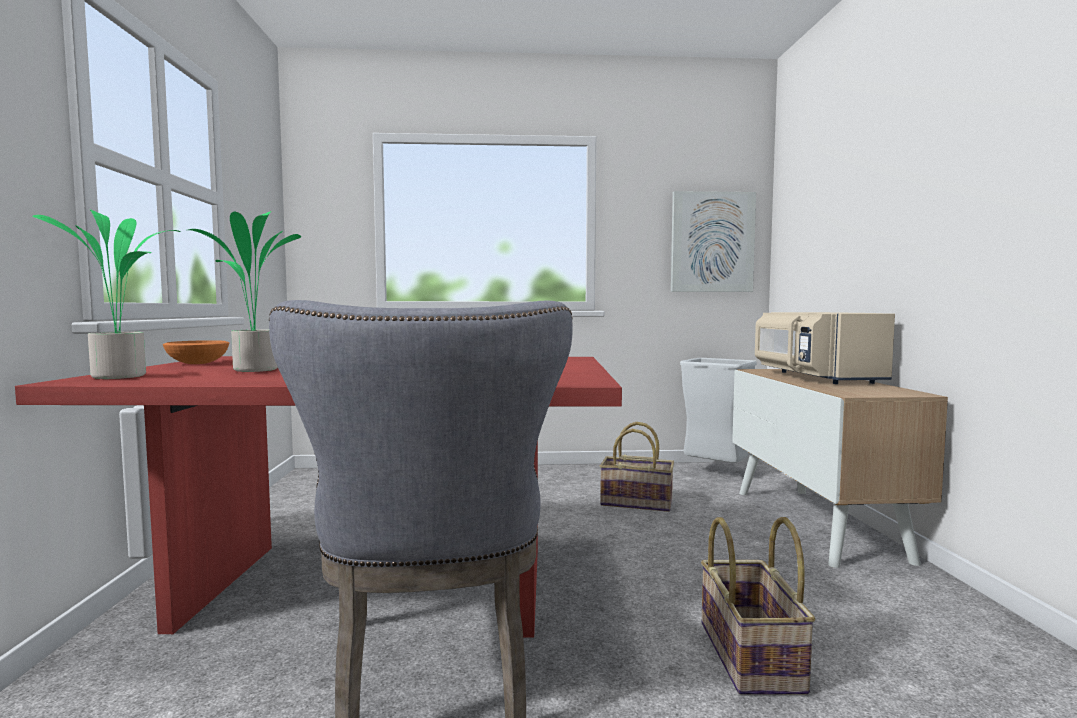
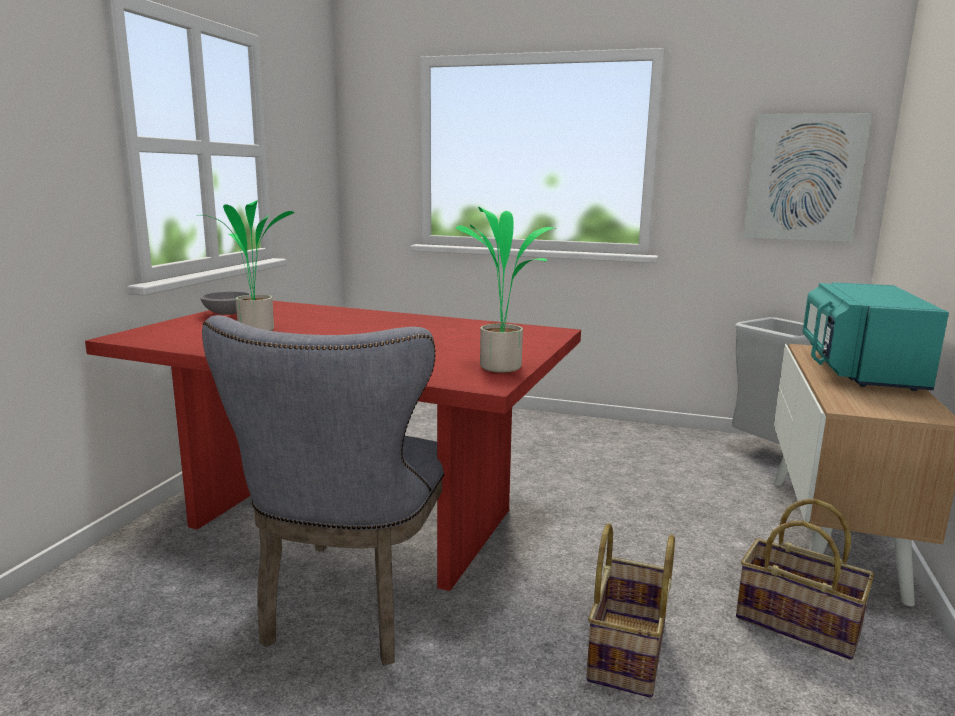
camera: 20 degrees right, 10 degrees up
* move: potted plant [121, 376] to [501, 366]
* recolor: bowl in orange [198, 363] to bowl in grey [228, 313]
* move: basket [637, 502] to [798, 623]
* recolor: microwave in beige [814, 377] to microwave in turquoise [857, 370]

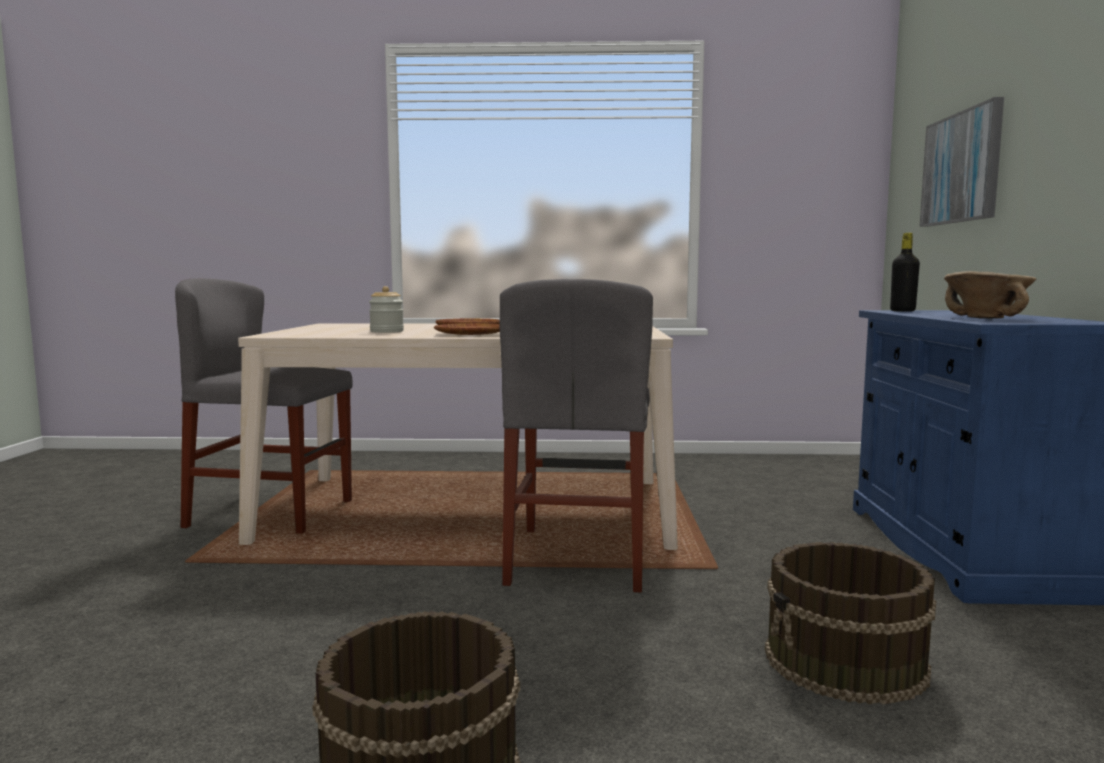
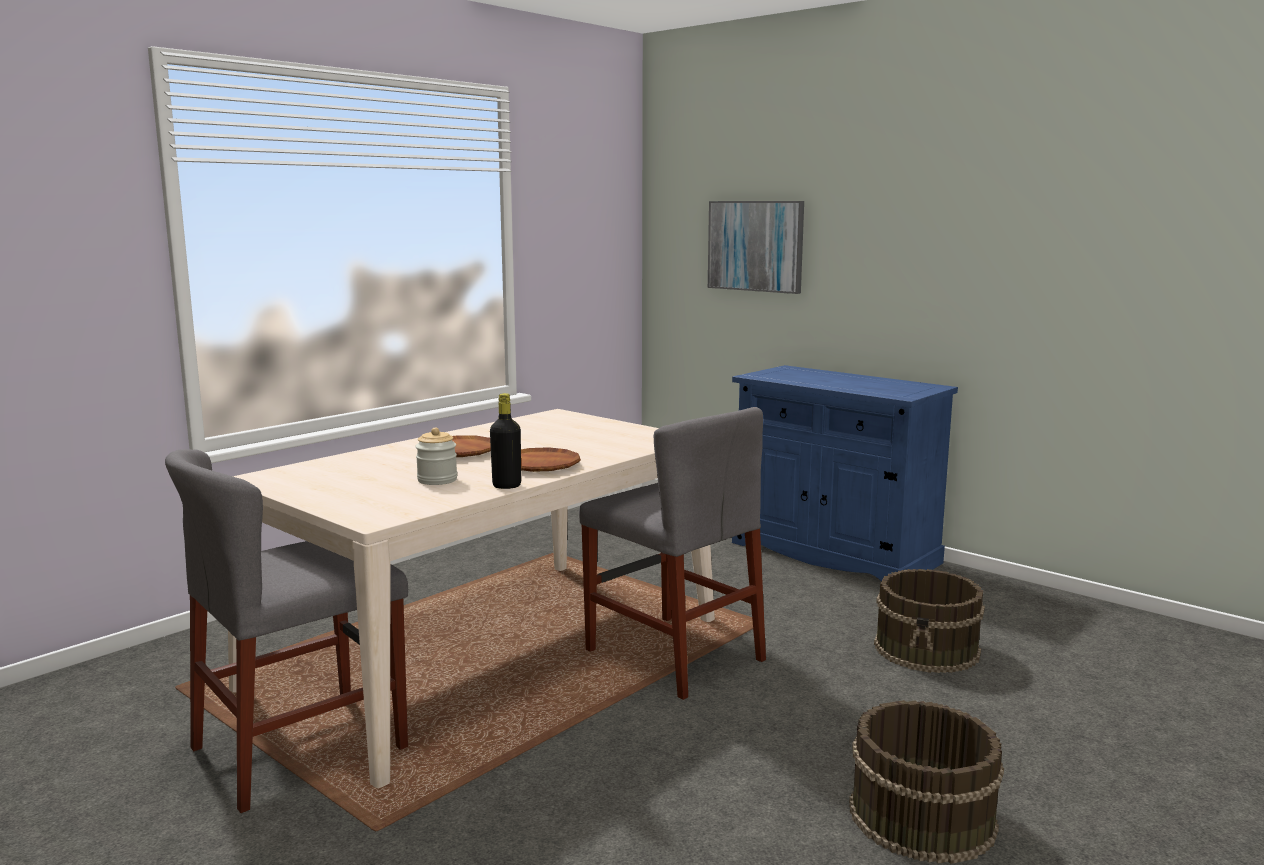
camera: 50 degrees left, 5 degrees up
* move: bottle in black [902, 311] to [506, 486]
* delete: bowl in beige [986, 318]

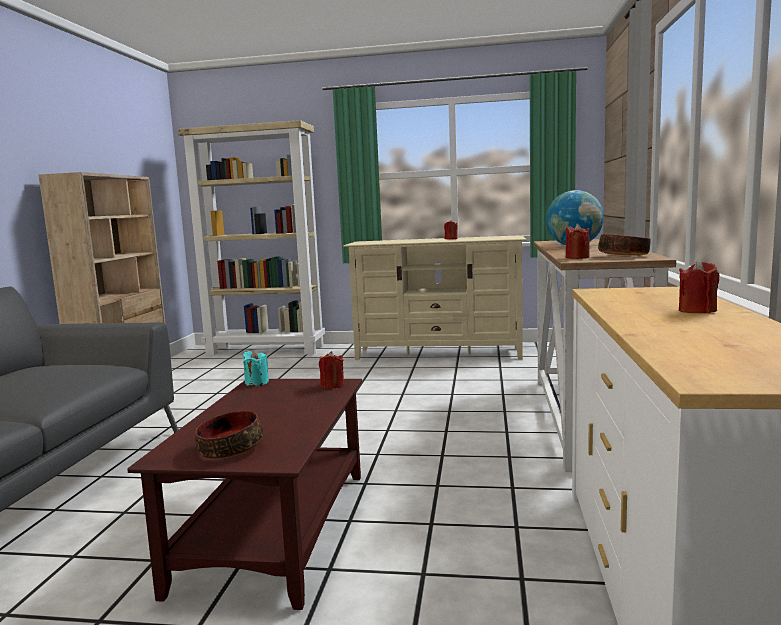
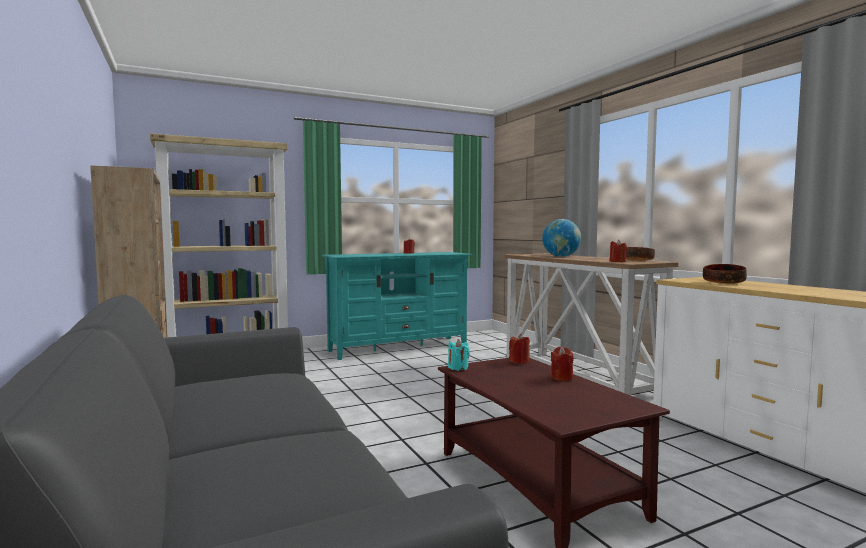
camera: 35 degrees left, 5 degrees down
* move: bowl [230, 448] to [723, 282]
* recolor: tv stand in beige [439, 353] to tv stand in turquoise [398, 348]
* move: candle in red [697, 310] to [561, 378]

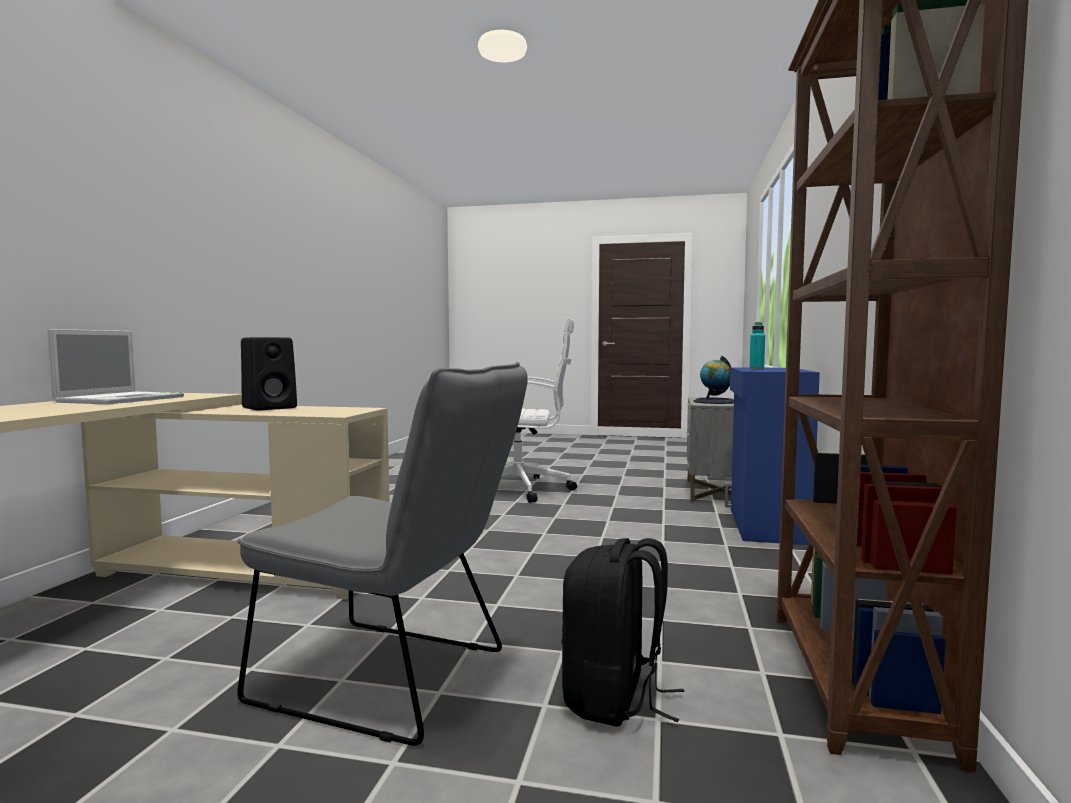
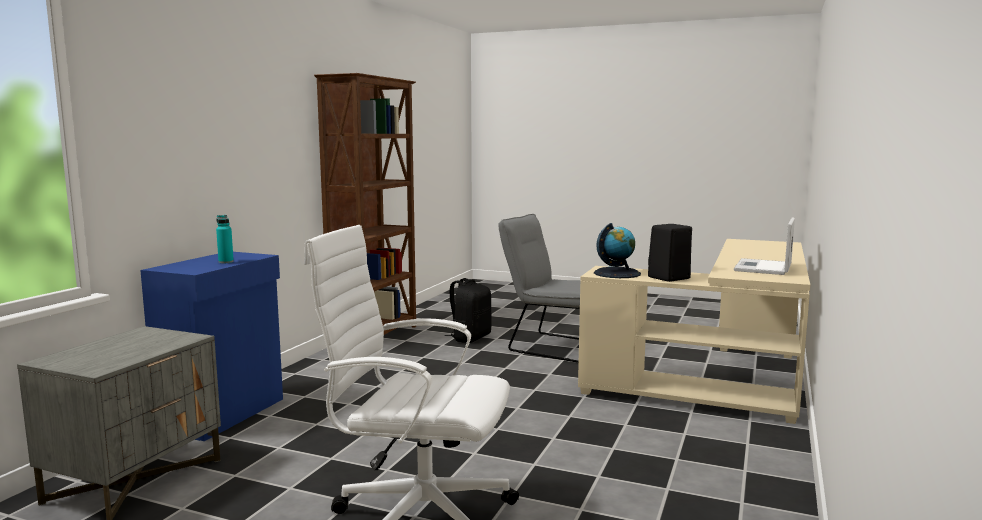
camera: 170 degrees left, 5 degrees up
* move: globe [715, 402] to [617, 273]

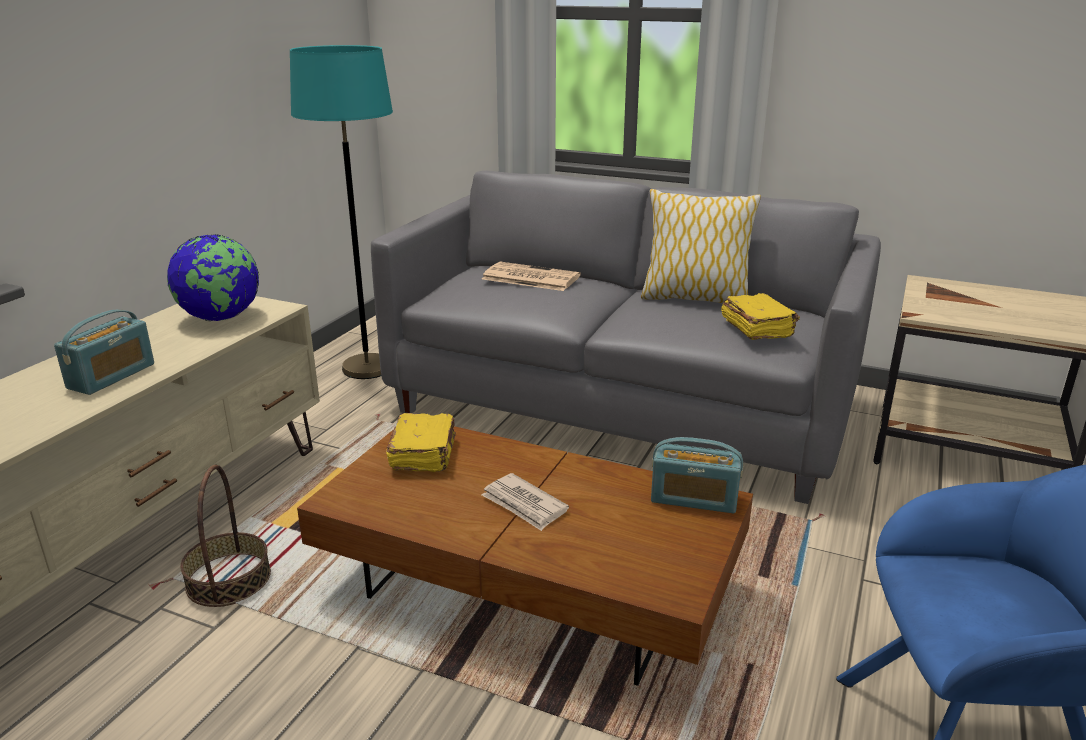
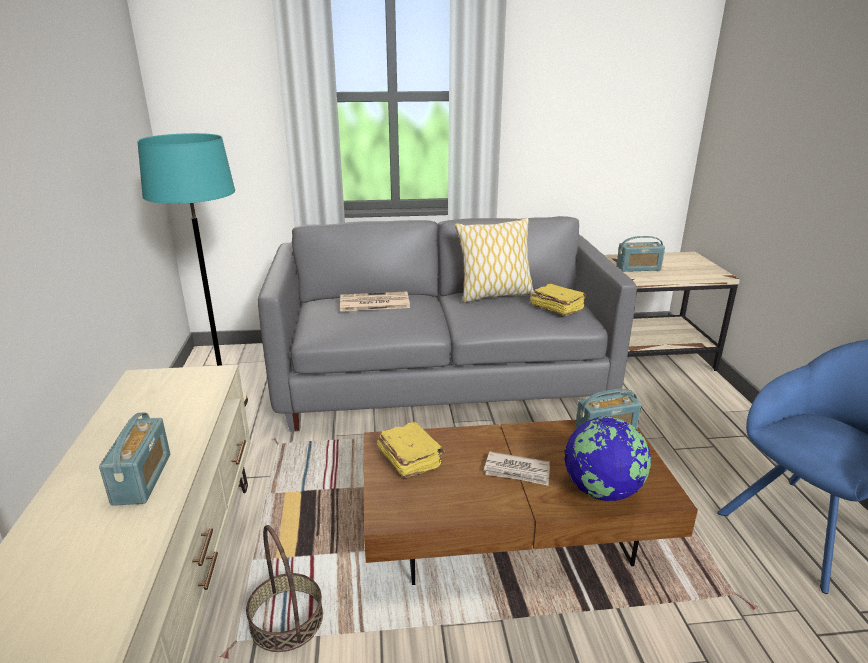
camera: 30 degrees left, 0 degrees up
* move: globe [221, 318] to [602, 491]
* insert: radio [638, 268]

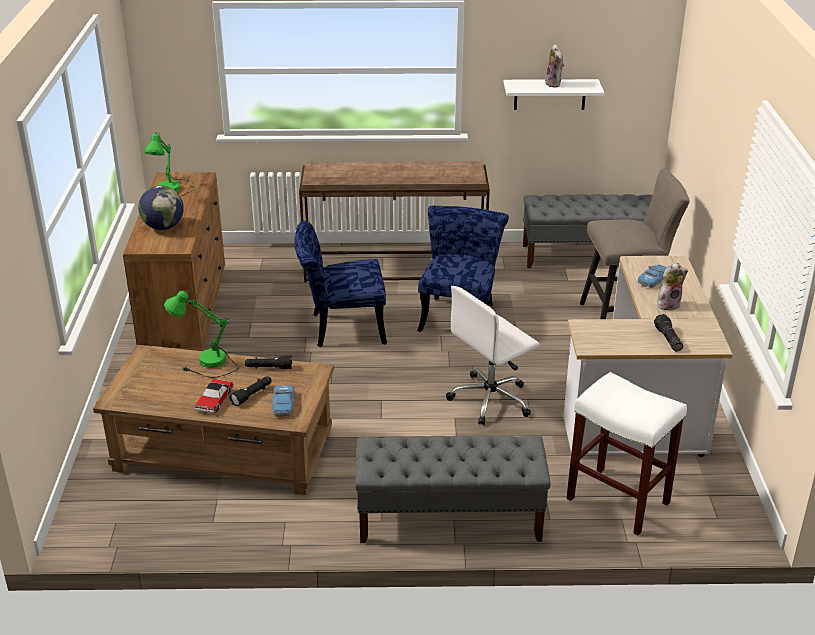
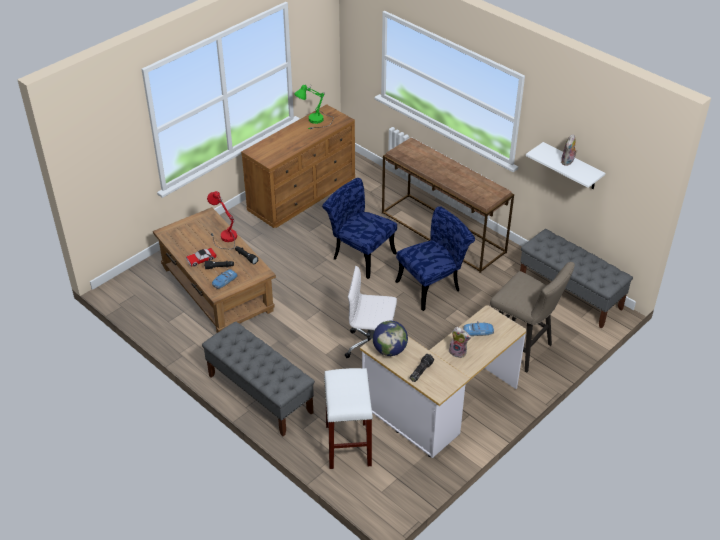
camera: 45 degrees right, 10 degrees up
* move: globe [163, 227] to [389, 350]
* recolor: table lamp in green [206, 365] to table lamp in red [223, 237]

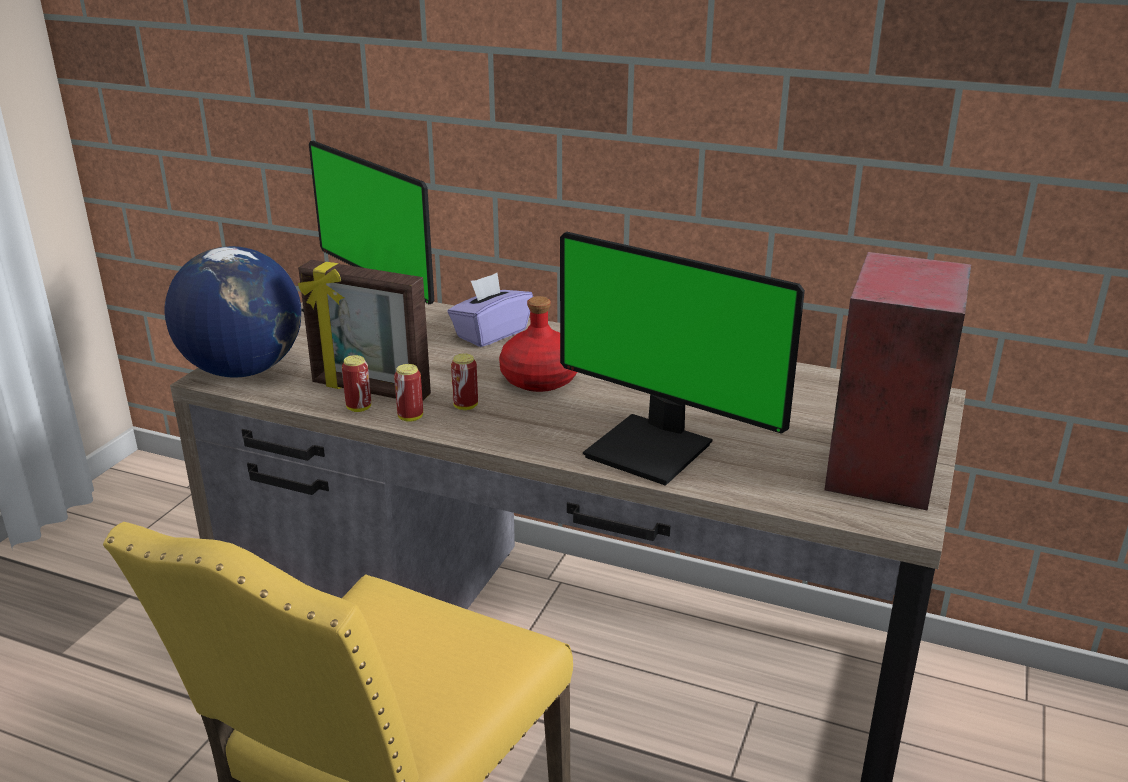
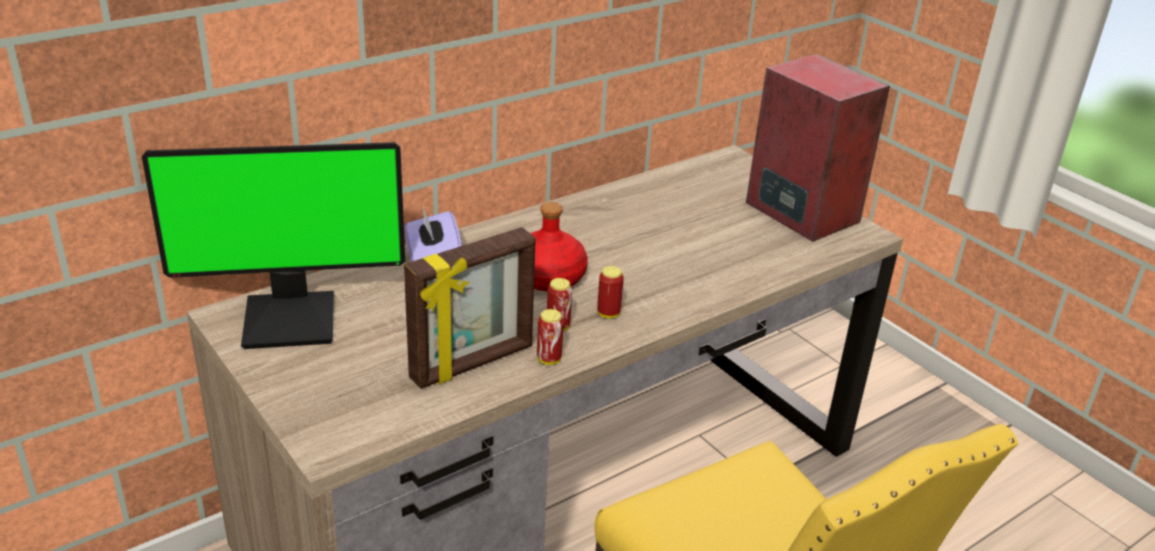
camera: 60 degrees left, 5 degrees up
* delete: globe [243, 370]
* move: can [359, 408] to [608, 314]
* delete: monitor [653, 449]

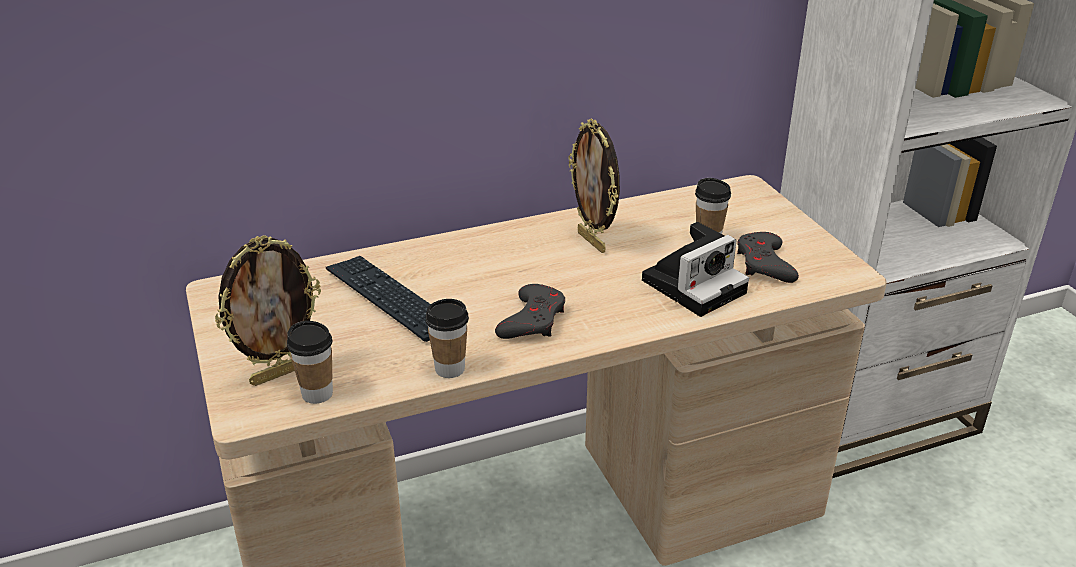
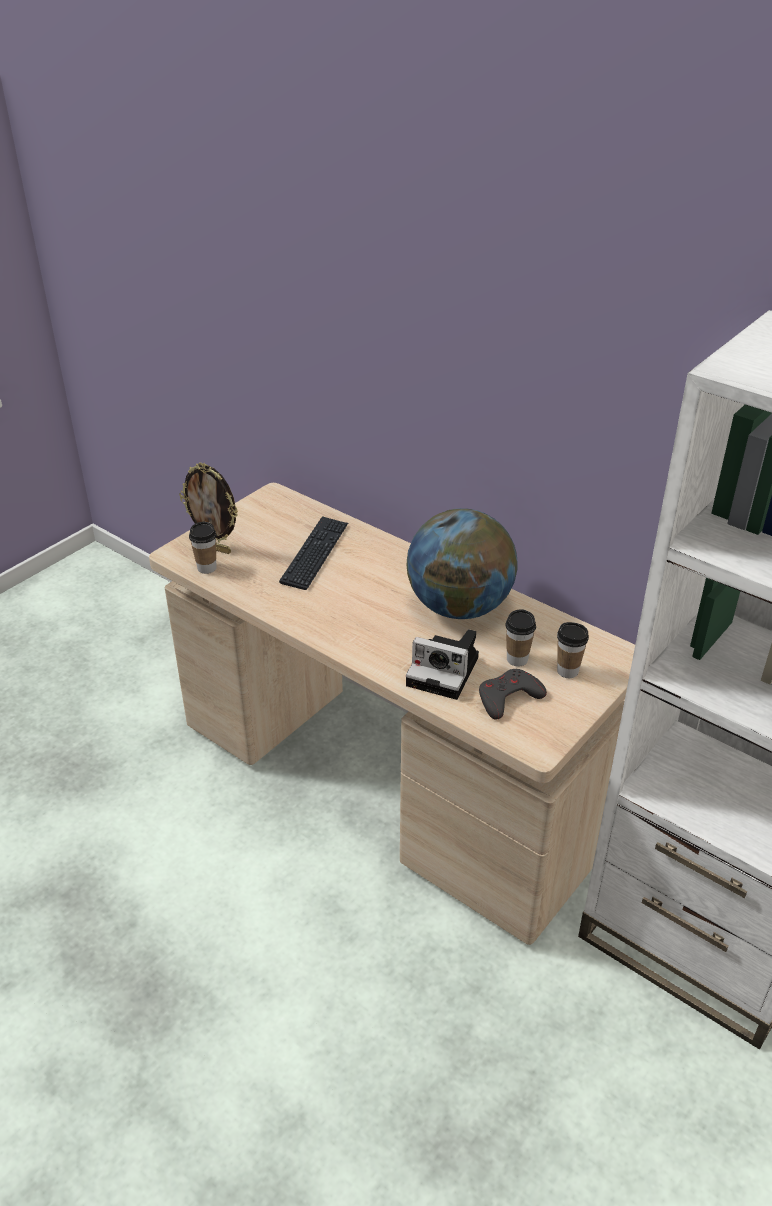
camera: 60 degrees right, 5 degrees up
* move: cup [450, 369] to [567, 671]
* delete: game controller in grey [532, 320]
* replace: picture frame [593, 242] to globe [459, 607]

